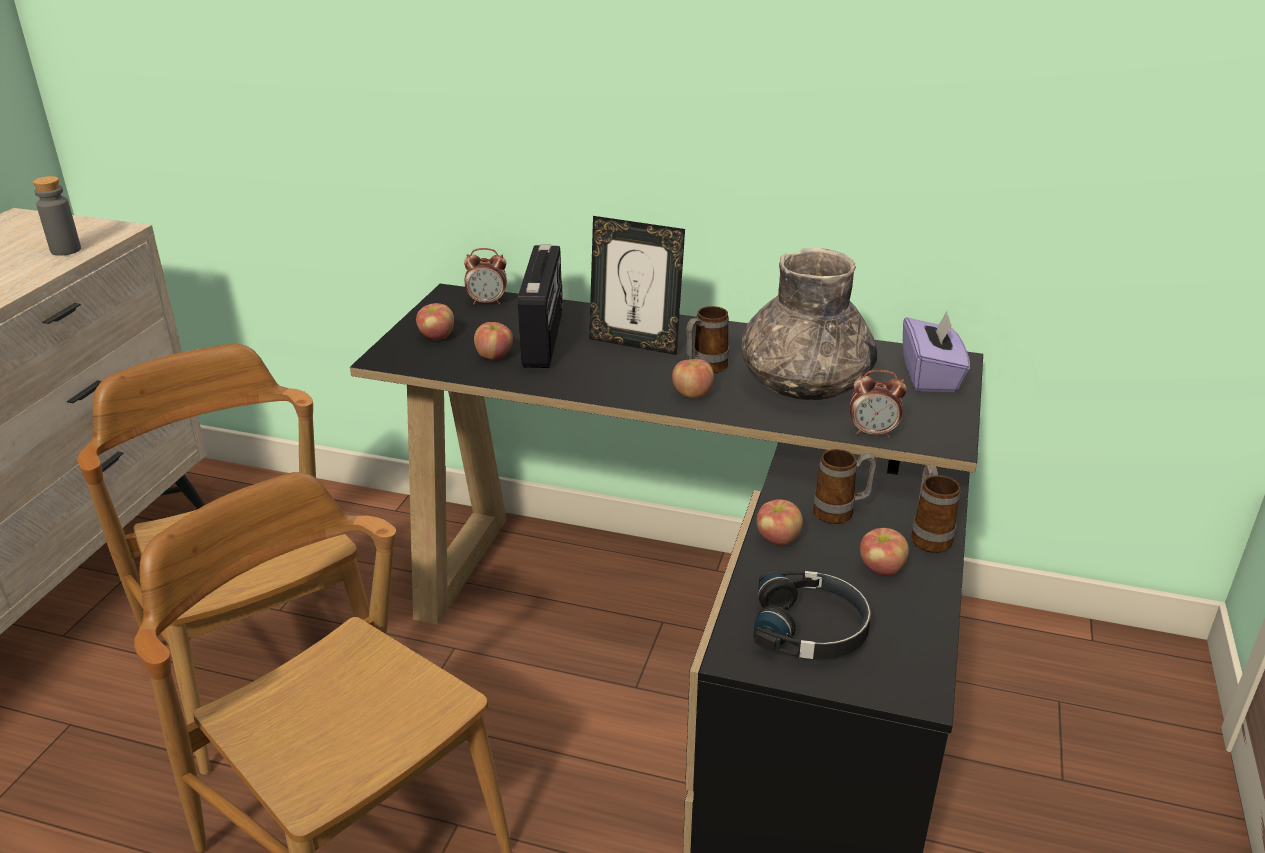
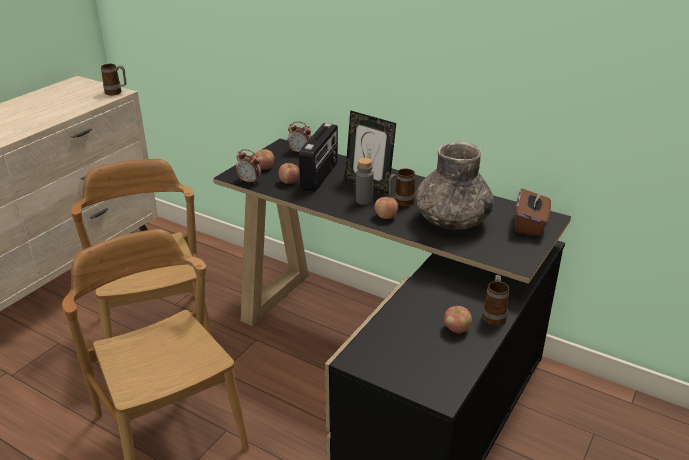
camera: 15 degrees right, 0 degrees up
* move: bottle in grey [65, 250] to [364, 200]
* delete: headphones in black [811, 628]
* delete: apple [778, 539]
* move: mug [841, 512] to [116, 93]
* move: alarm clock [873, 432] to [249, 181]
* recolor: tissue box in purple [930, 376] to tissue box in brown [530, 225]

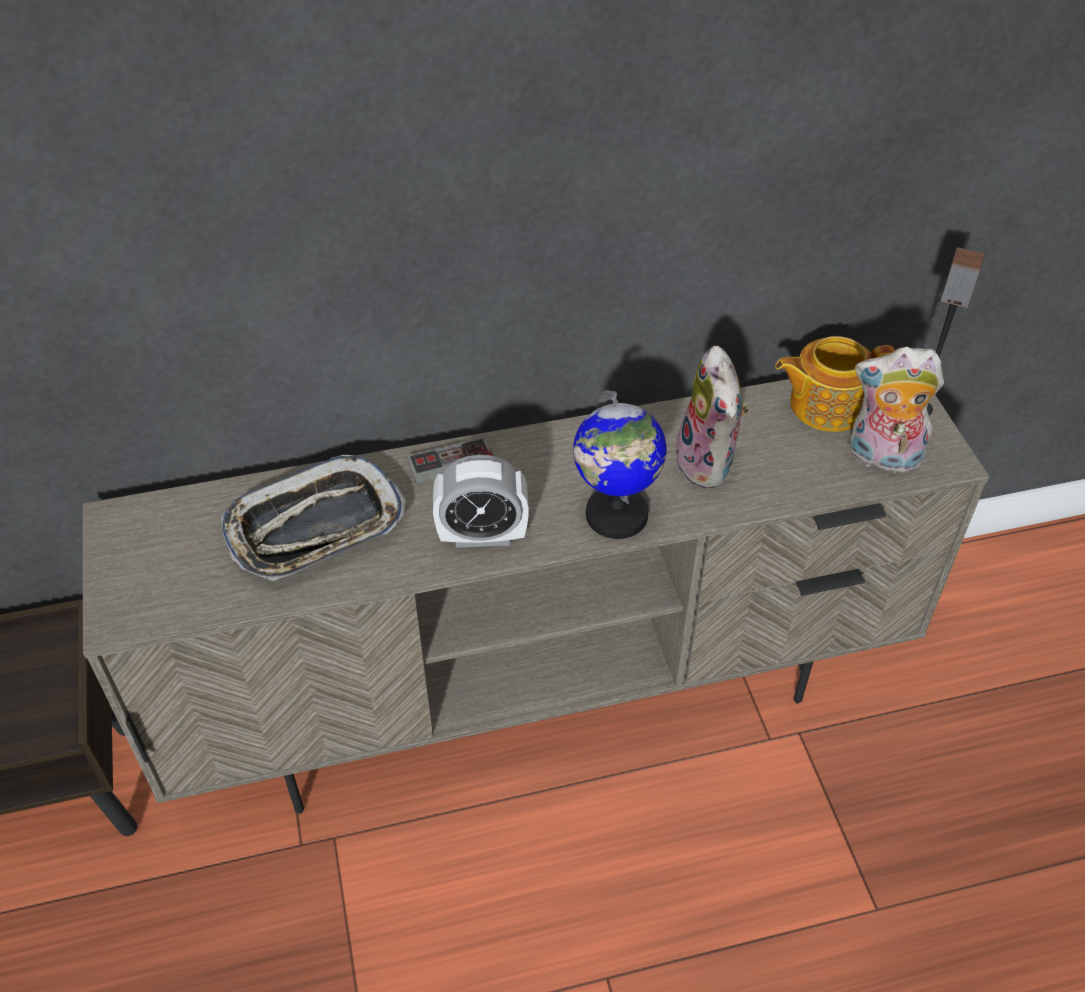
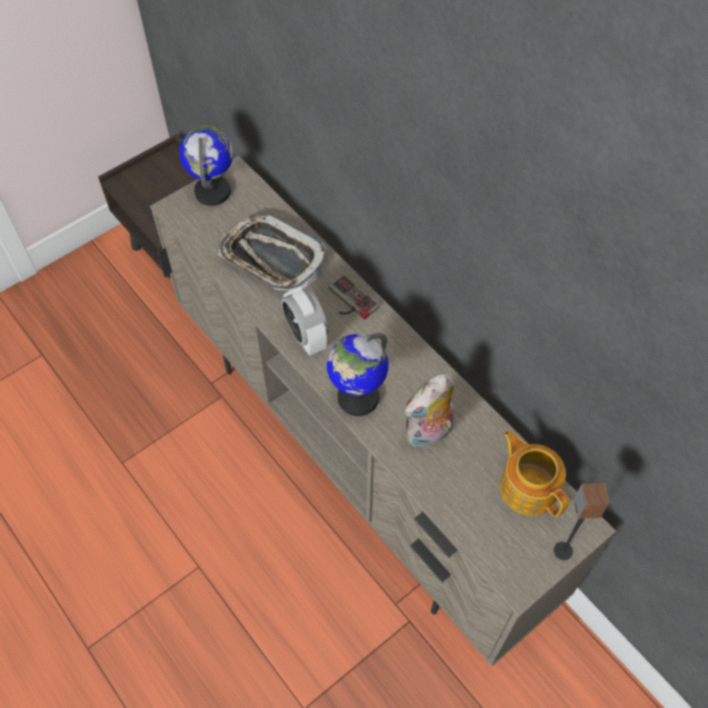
camera: 65 degrees right, 10 degrees up
* delete: plush toy [881, 458]
* insert: globe [213, 191]

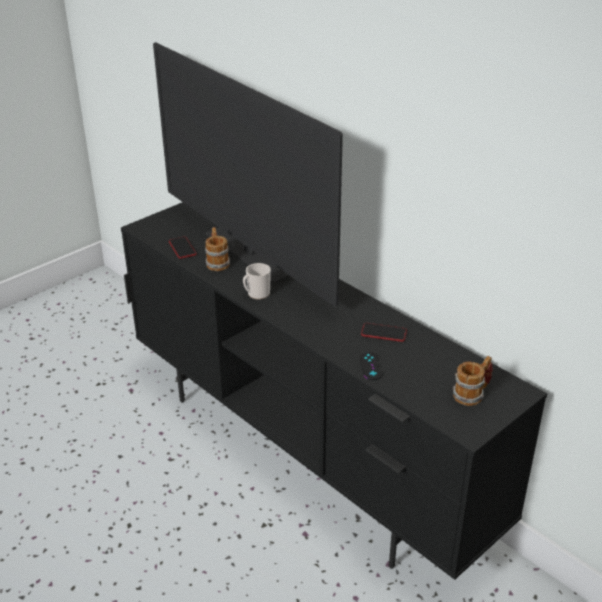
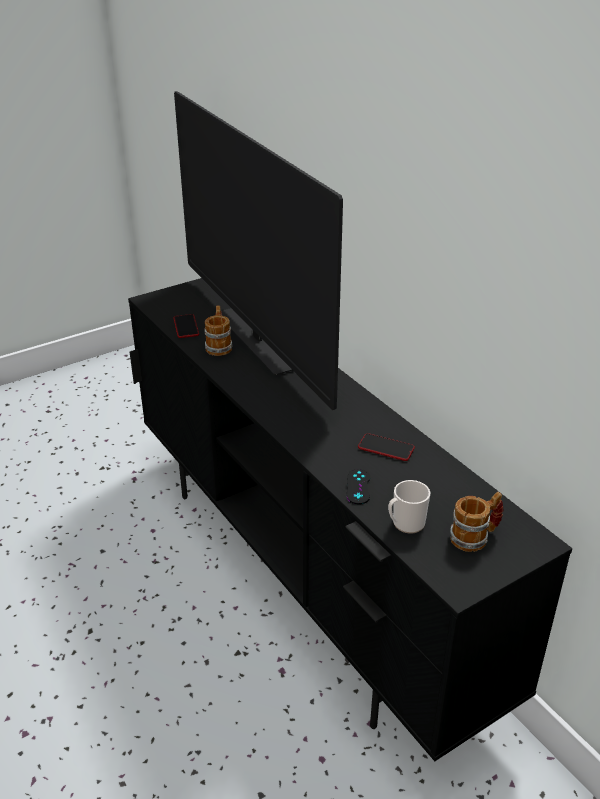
camera: 10 degrees right, 0 degrees up
* move: mug [256, 294] to [405, 524]

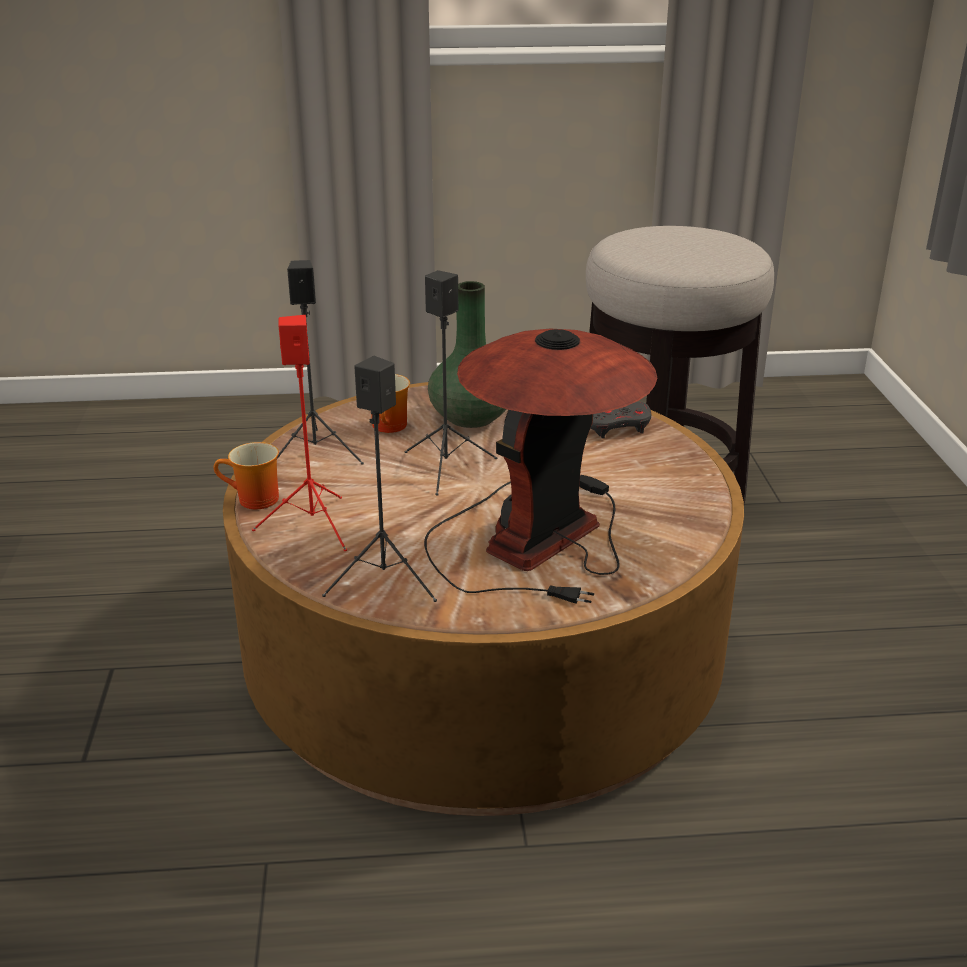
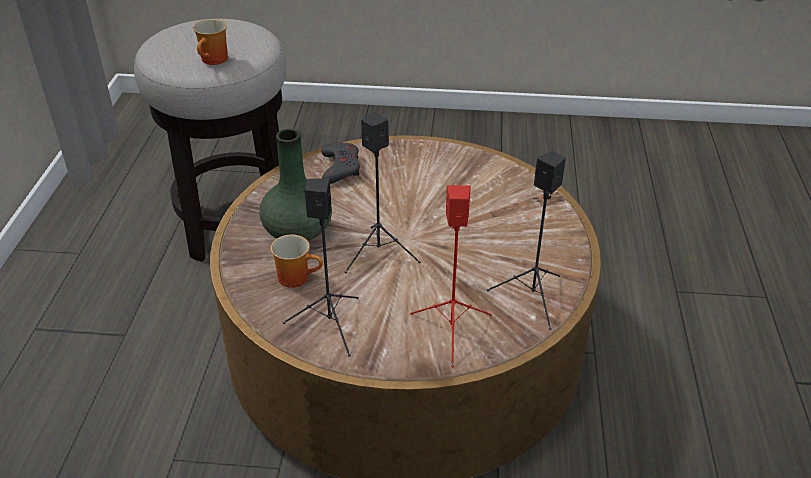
camera: 80 degrees left, 10 degrees up
* move: mug [253, 501] to [215, 60]
* delete: table lamp [538, 537]

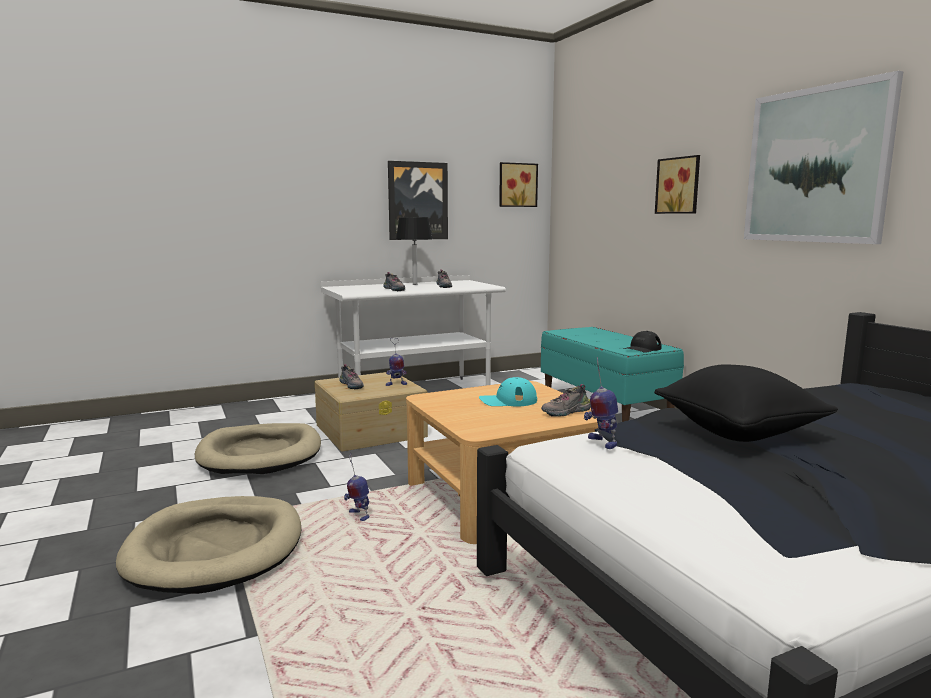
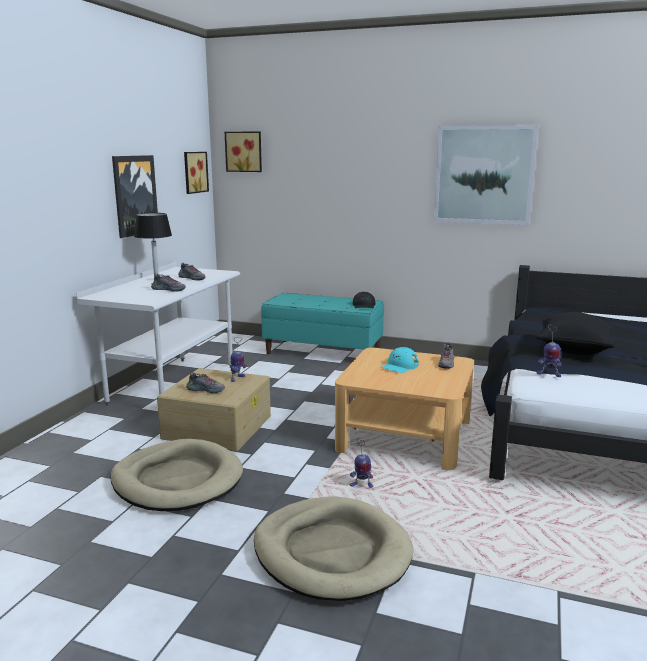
camera: 45 degrees left, 5 degrees up
* move: picture [679, 185] to [244, 151]

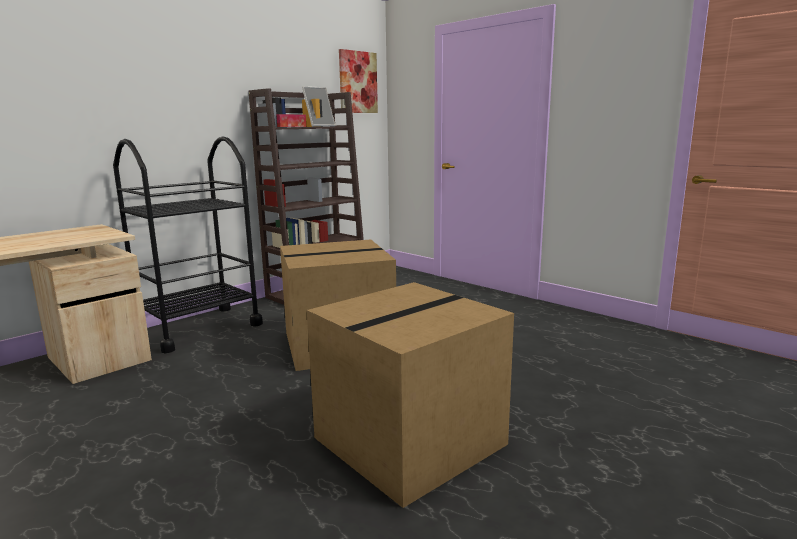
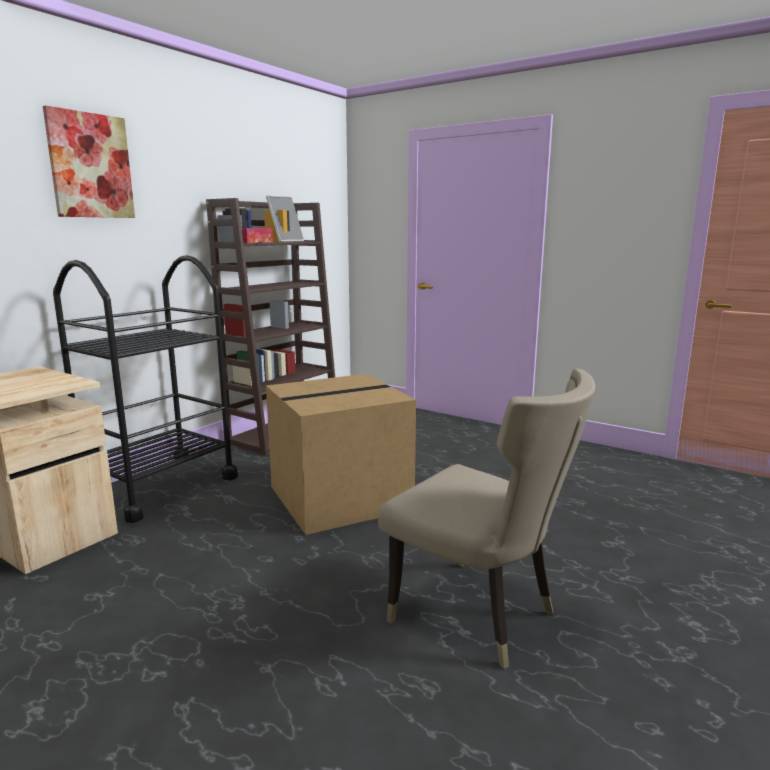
camera: 10 degrees left, 0 degrees up
* replace: cardboard box [409, 443] to chair in beige [480, 615]
* move: picture [358, 82] to [90, 166]

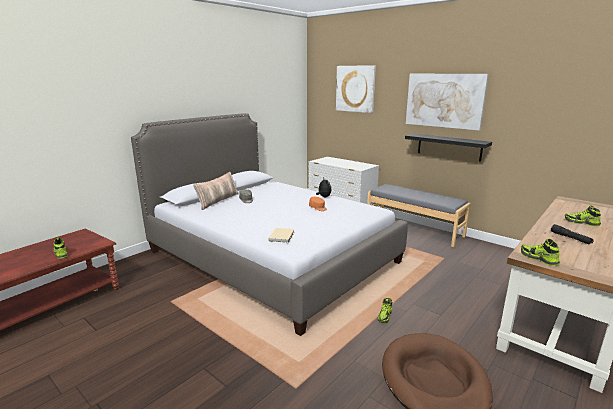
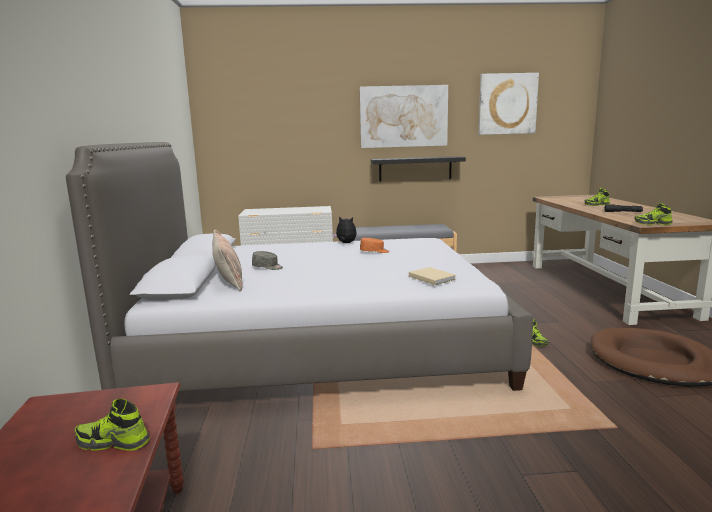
camera: 45 degrees left, 5 degrees down
* move: picture [355, 89] to [507, 104]

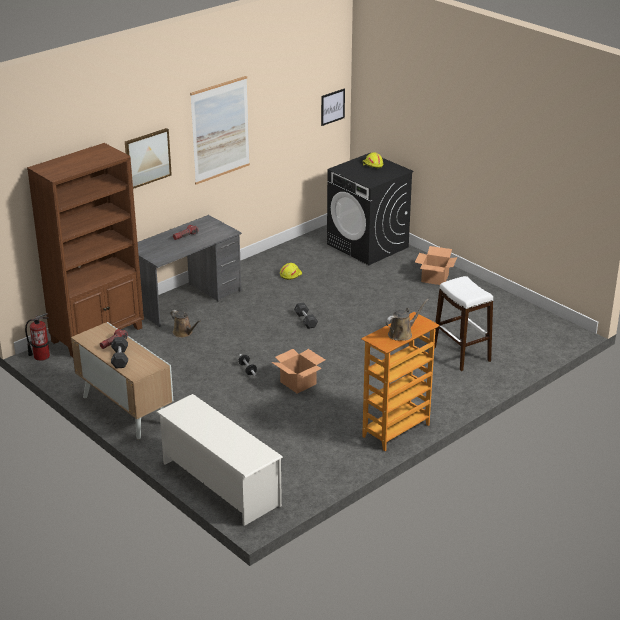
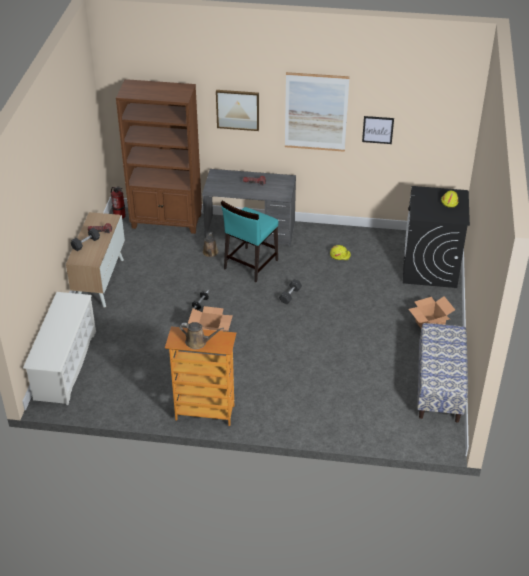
camera: 50 degrees right, 10 degrees up
* move: picture [332, 107] to [378, 129]
* delete: stool in white [461, 354]
* insert: chair in turquoise [250, 264]
* insert: bench [439, 387]

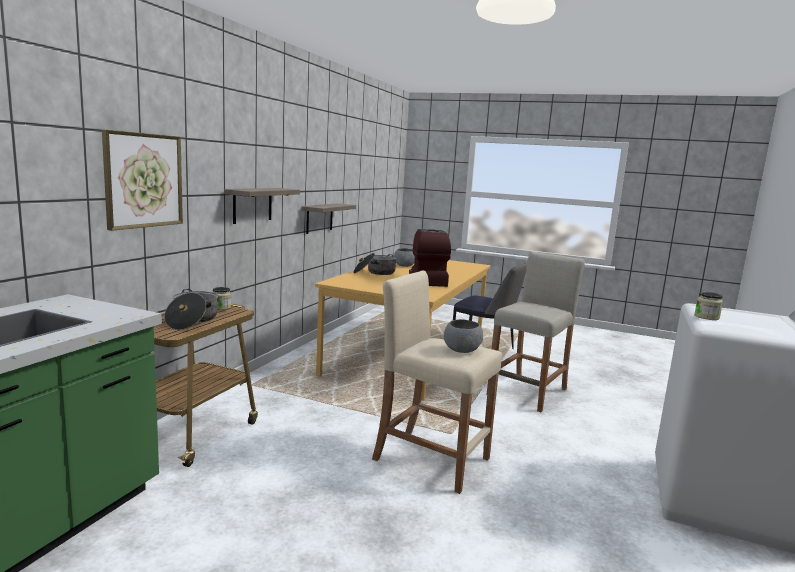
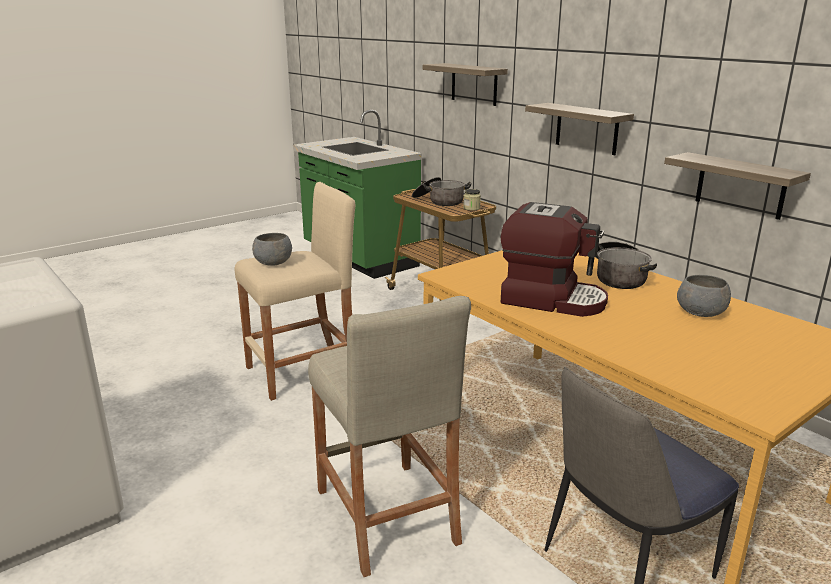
camera: 120 degrees right, 10 degrees up
* replace: picture [143, 180] to shelf [474, 84]
* delete: jar [706, 317]

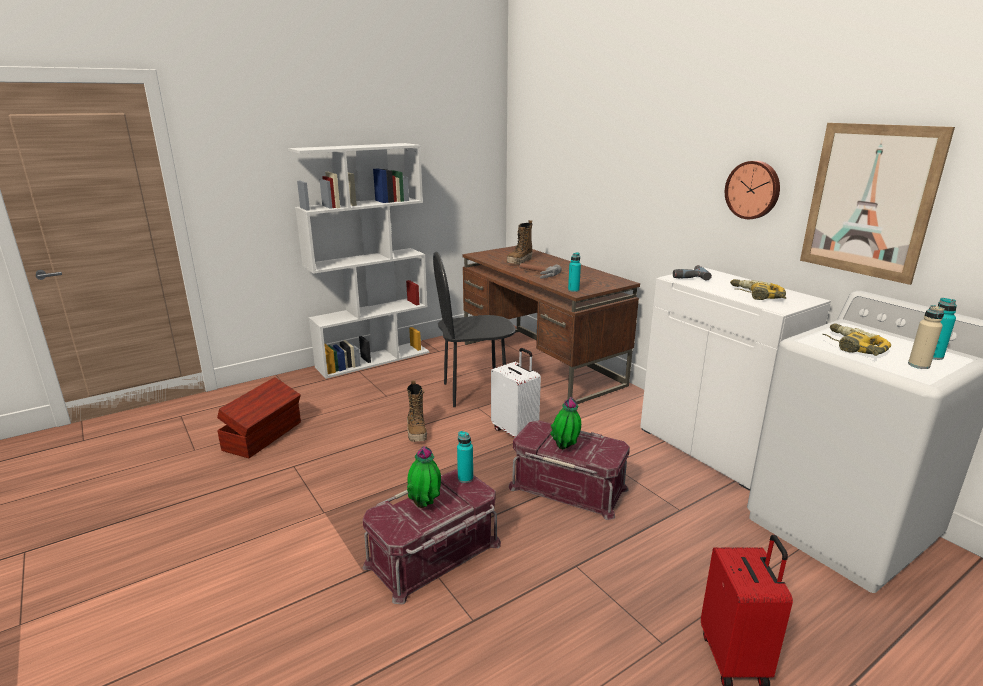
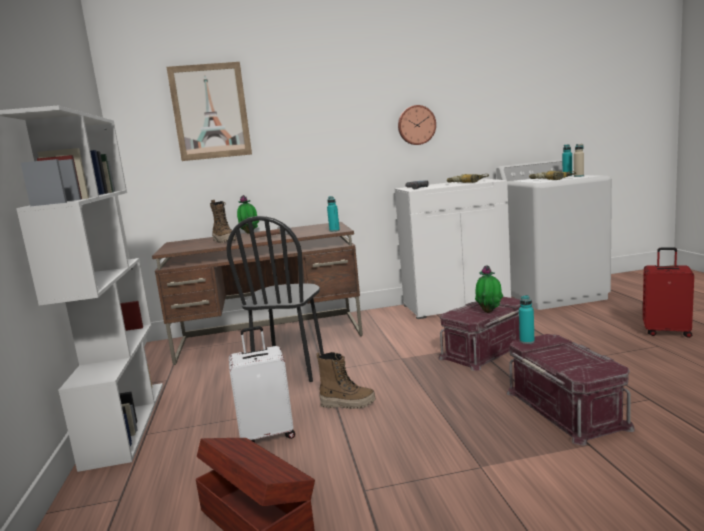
camera: 65 degrees left, 10 degrees down
* move: potted plant [425, 505] to [250, 233]
* move: suitcase in white [516, 432] to [267, 434]
* move: picture [869, 201] to [210, 112]

